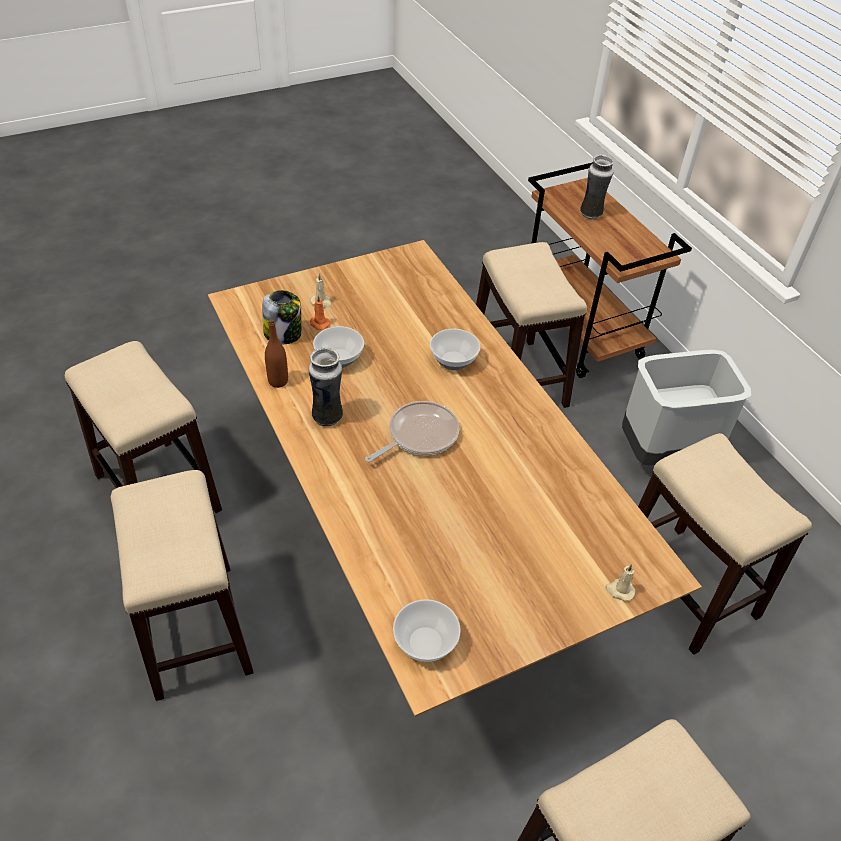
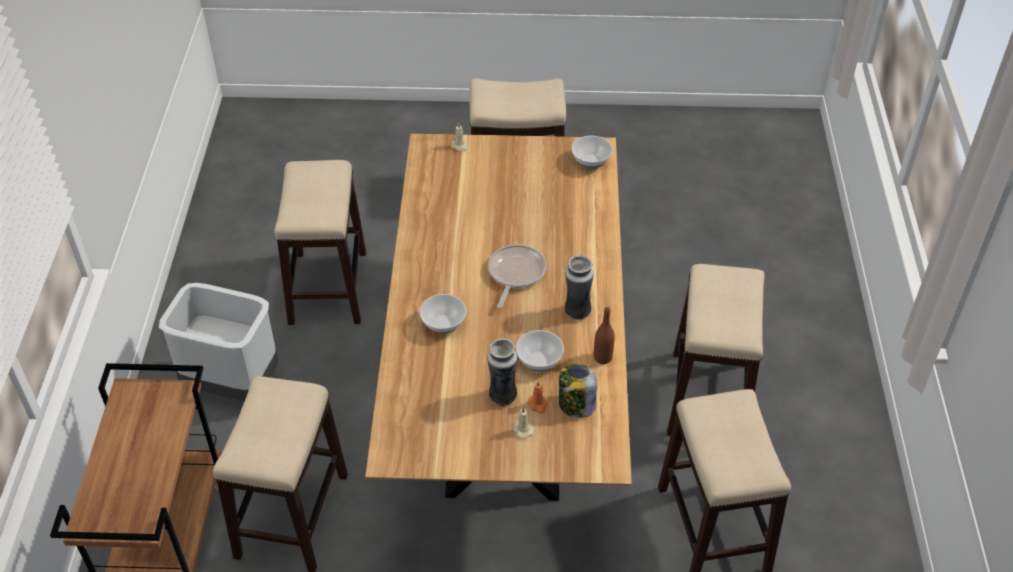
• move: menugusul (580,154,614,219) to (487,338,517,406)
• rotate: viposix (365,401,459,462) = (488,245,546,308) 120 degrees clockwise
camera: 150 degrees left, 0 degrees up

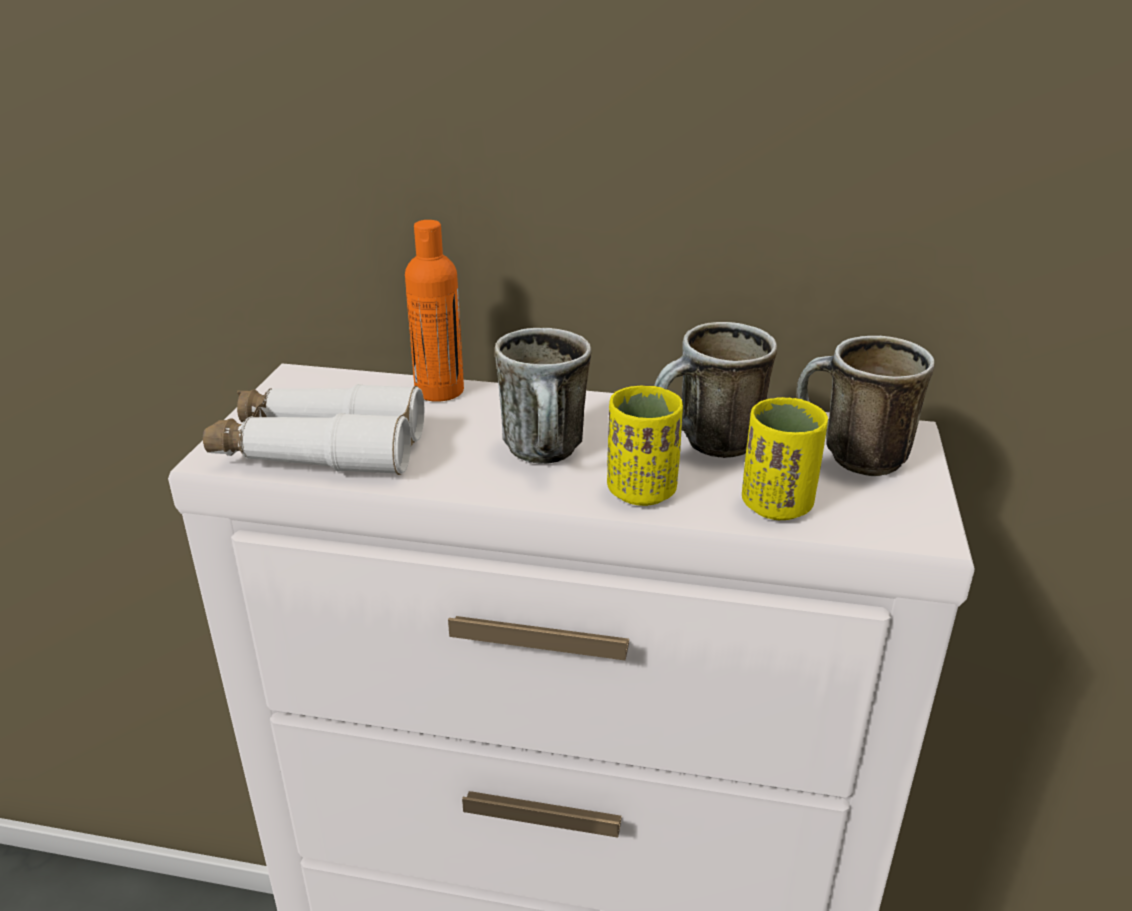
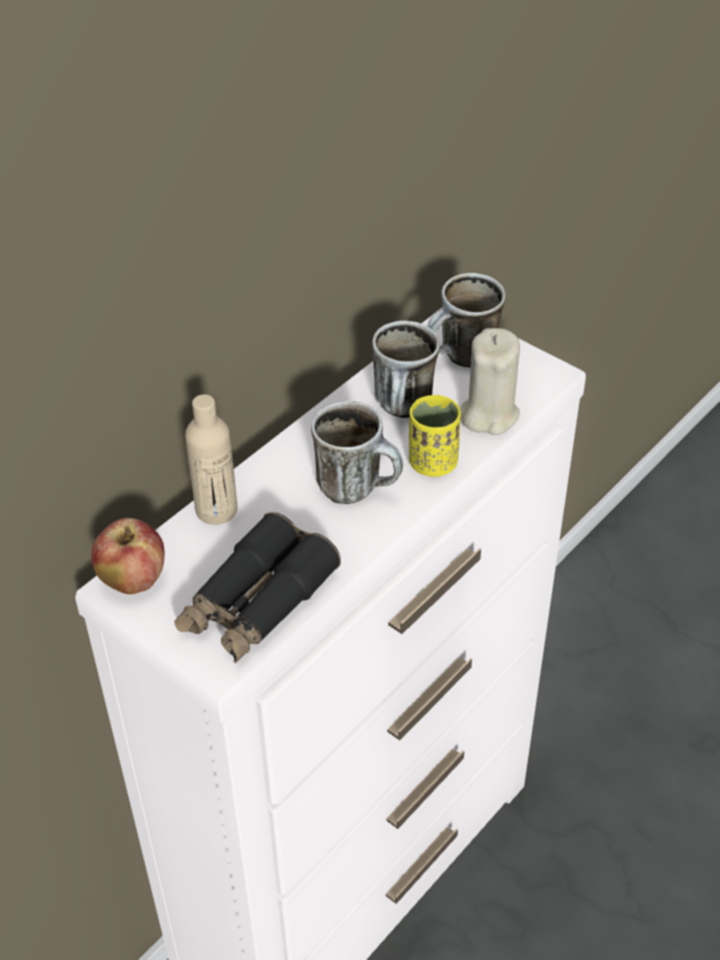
• recolor: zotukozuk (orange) (405,220,464,402) to zotukozuk (beige) (185,394,238,525)
• recolor: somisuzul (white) (203,384,424,475) to somisuzul (black) (174,512,341,663)
• replace: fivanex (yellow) (742,397,828,520) to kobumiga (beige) (460,328,520,435)
• insert: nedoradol (91,518,164,594)
camera: 60 degrees left, 15 degrees up

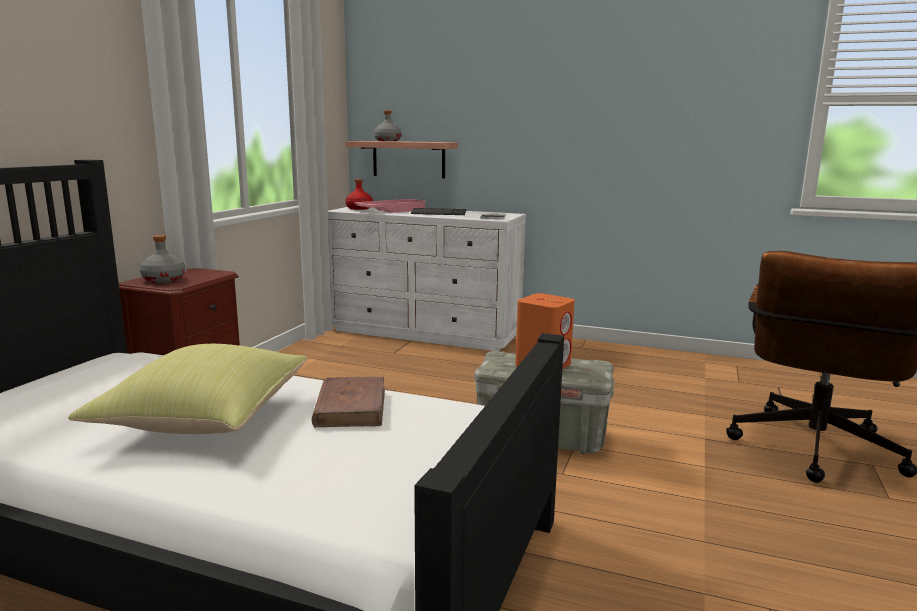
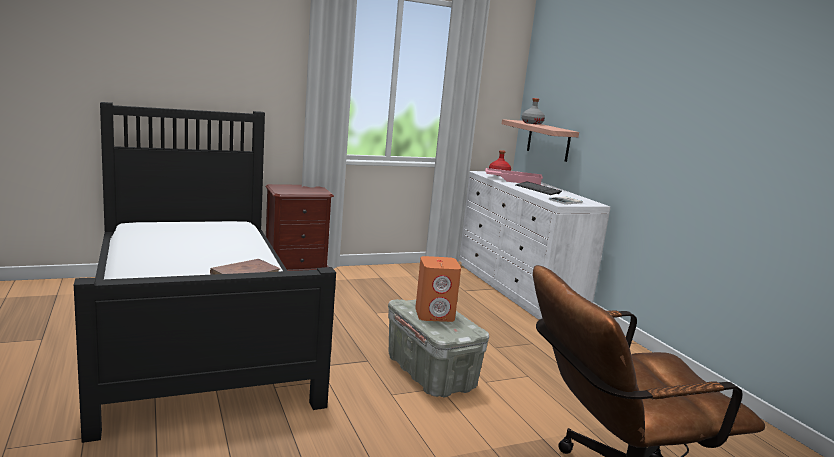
• delete: zotukozuk (grey) (140,235,186,283)
• delete: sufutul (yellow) (68,344,307,434)
camera: 45 degrees right, 0 degrees up

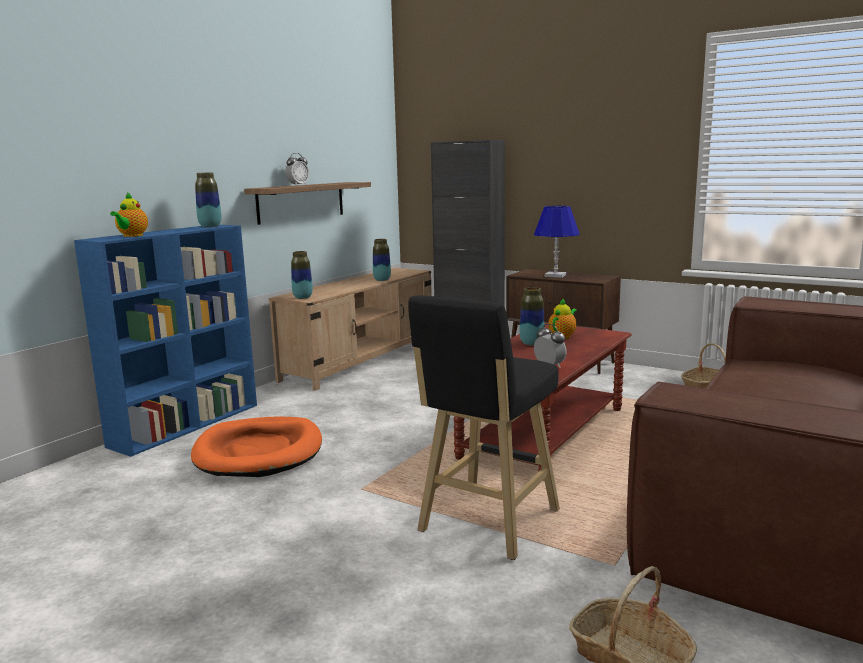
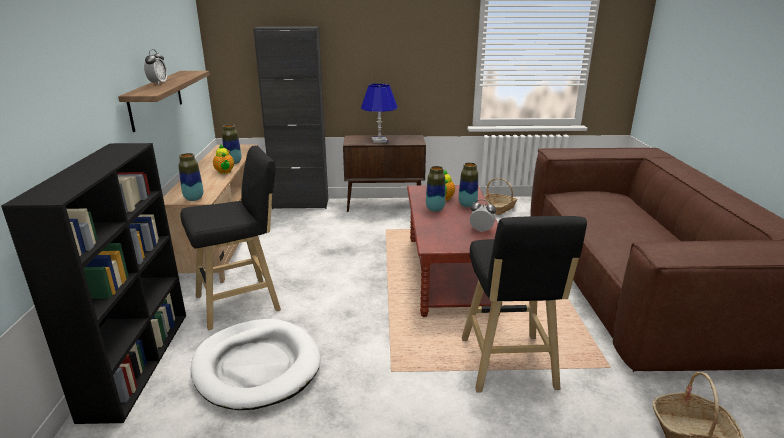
• move: menugusul (195,172,222,227) to (459,163,478,207)
• move: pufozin (110,192,148,237) to (213,144,234,174)
• recolor: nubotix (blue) (74,225,257,457) to nubotix (black) (1,143,186,424)
• recolor: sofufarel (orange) (191,416,322,477) to sofufarel (white) (191,319,321,410)
• insert: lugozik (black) (181,146,281,330)
camera: 35 degrees left, 10 degrees up

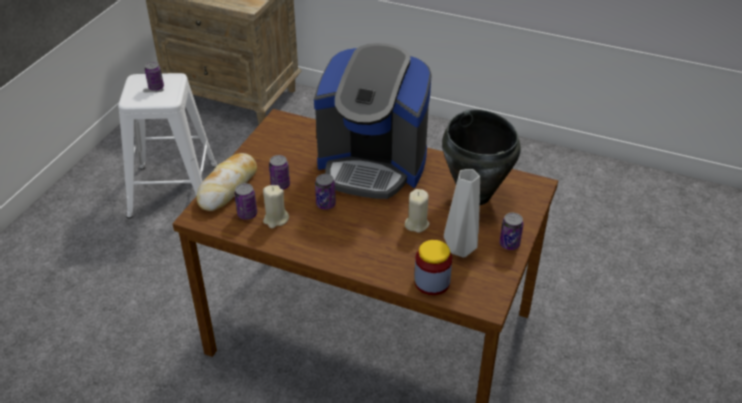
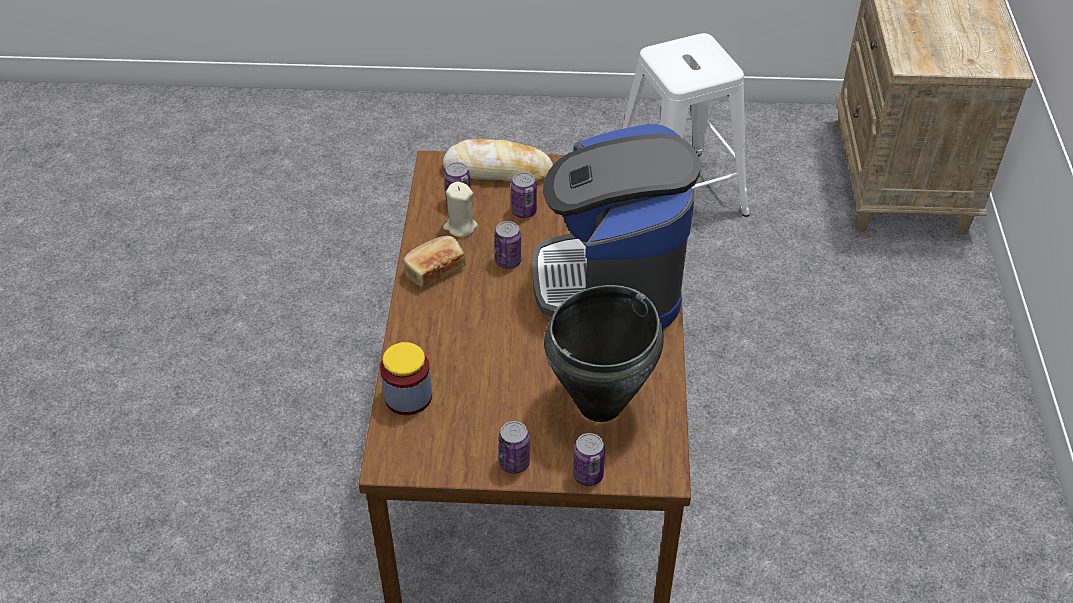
• move: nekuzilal (145,62,164,91) to (573,433,605,486)
• delete: menugusul (grey) (444,169,480,258)
• delete: kobumiga (beige) (405,189,429,233)
• insert: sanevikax (403,236,466,287)
camera: 70 degrees right, 5 degrees up

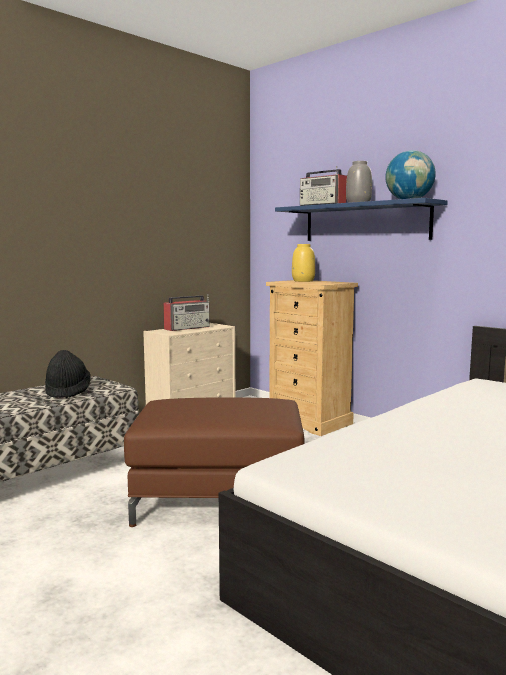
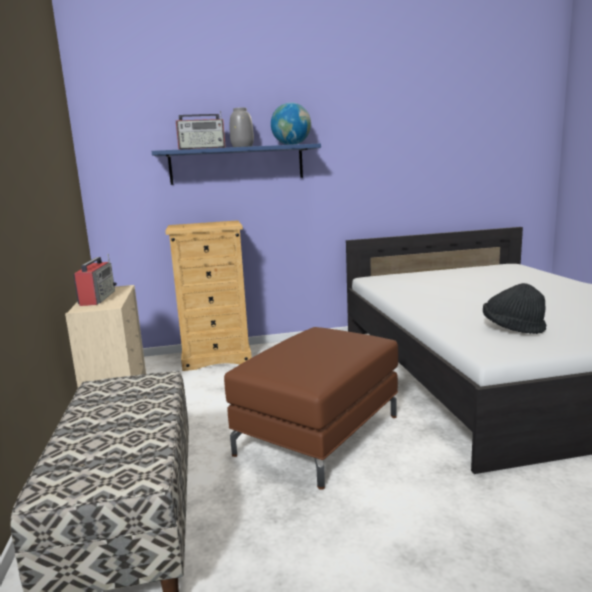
• delete: menugusul (yellow) (292,244,315,282)
• move: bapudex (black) (45,350,90,398) to (483,283,546,334)
camera: 55 degrees left, 5 degrees up

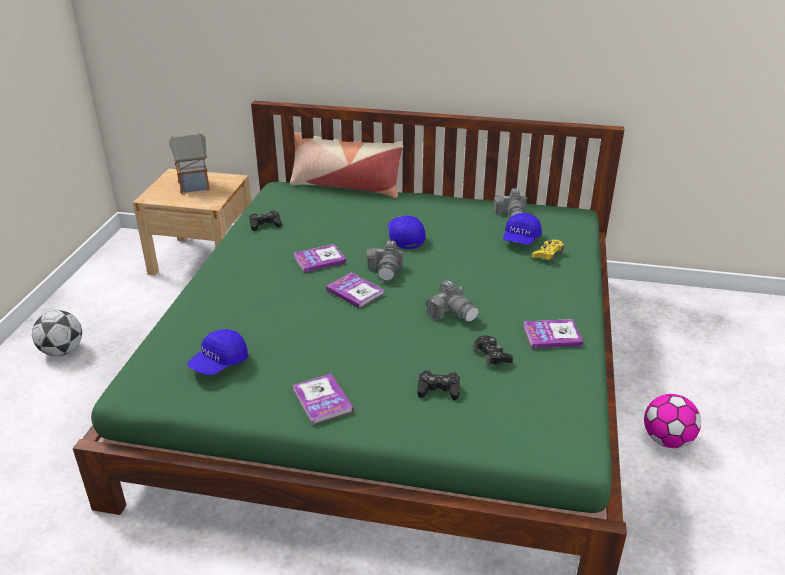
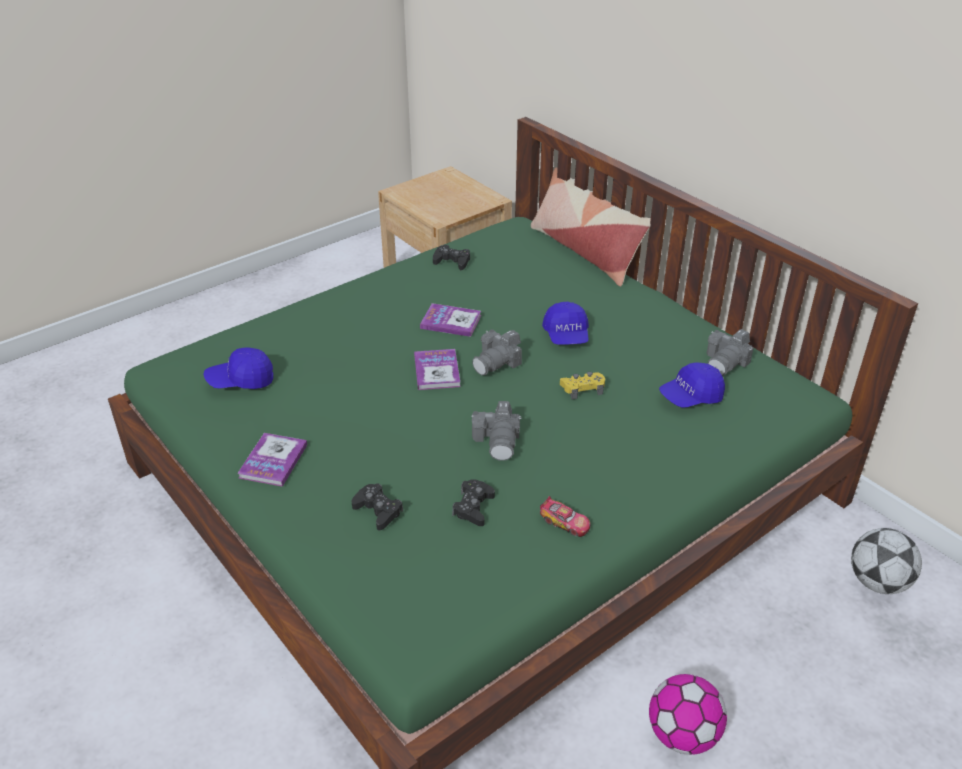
• delete: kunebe (169,132,209,194)
• rotate: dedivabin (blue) (388,215,426,249) = (542,302,589,345) 150 degrees clockwise
• move: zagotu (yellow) (532,239,564,263) to (560,372,605,400)
• move: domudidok (32,310,82,356) to (851,528,922,594)
• replace: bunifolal (523,319,584,349) to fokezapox (540,496,591,537)
camera: 40 degrees right, 5 degrees up

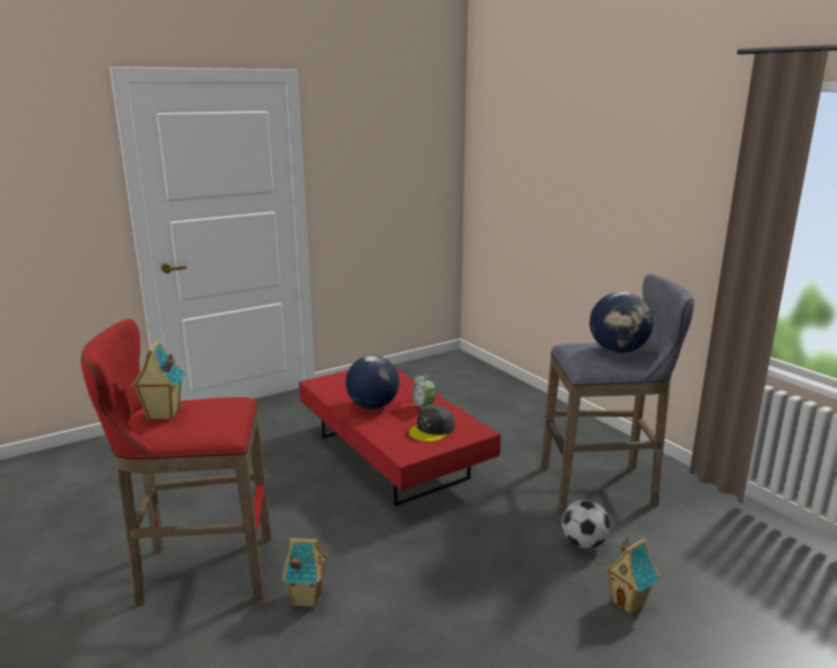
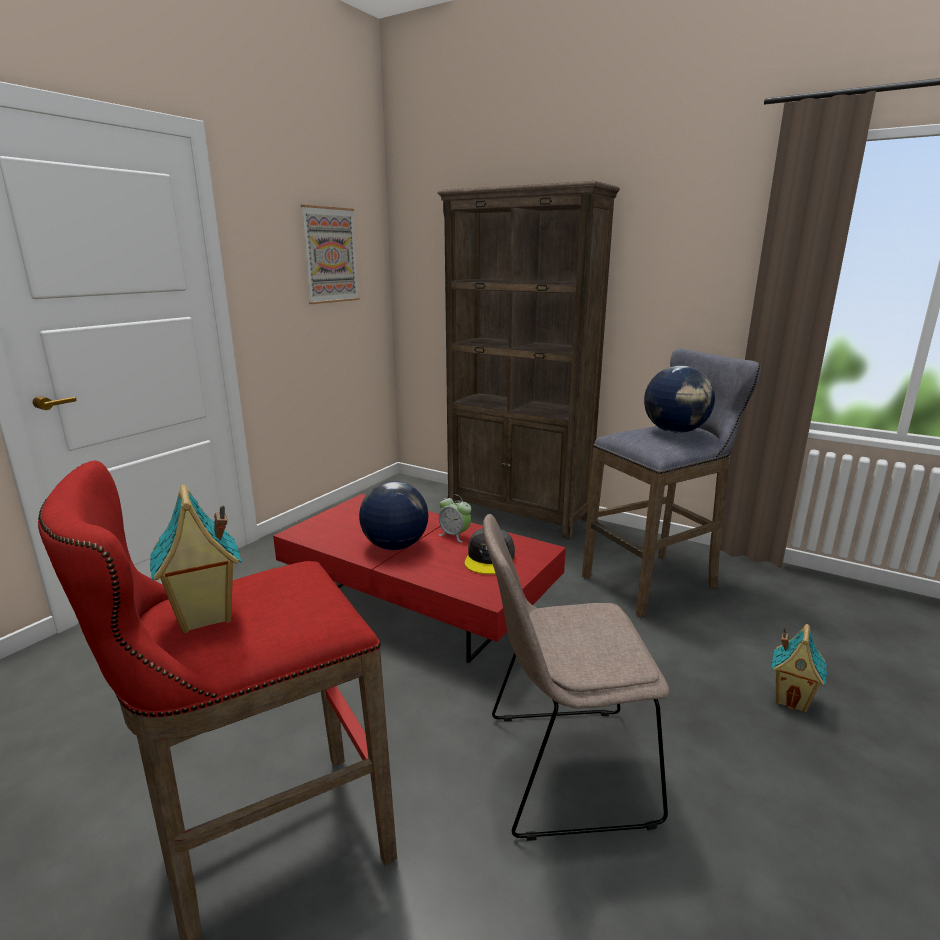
• delete: domudidok (562,500,610,549)
• delete: kunebe (282,538,327,608)
• insert: nubotix (brown) (437,181,620,539)
• insert: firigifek (301,205,359,304)
• insert: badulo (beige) (483,514,669,841)
camera: 25 degrees left, 0 degrees up

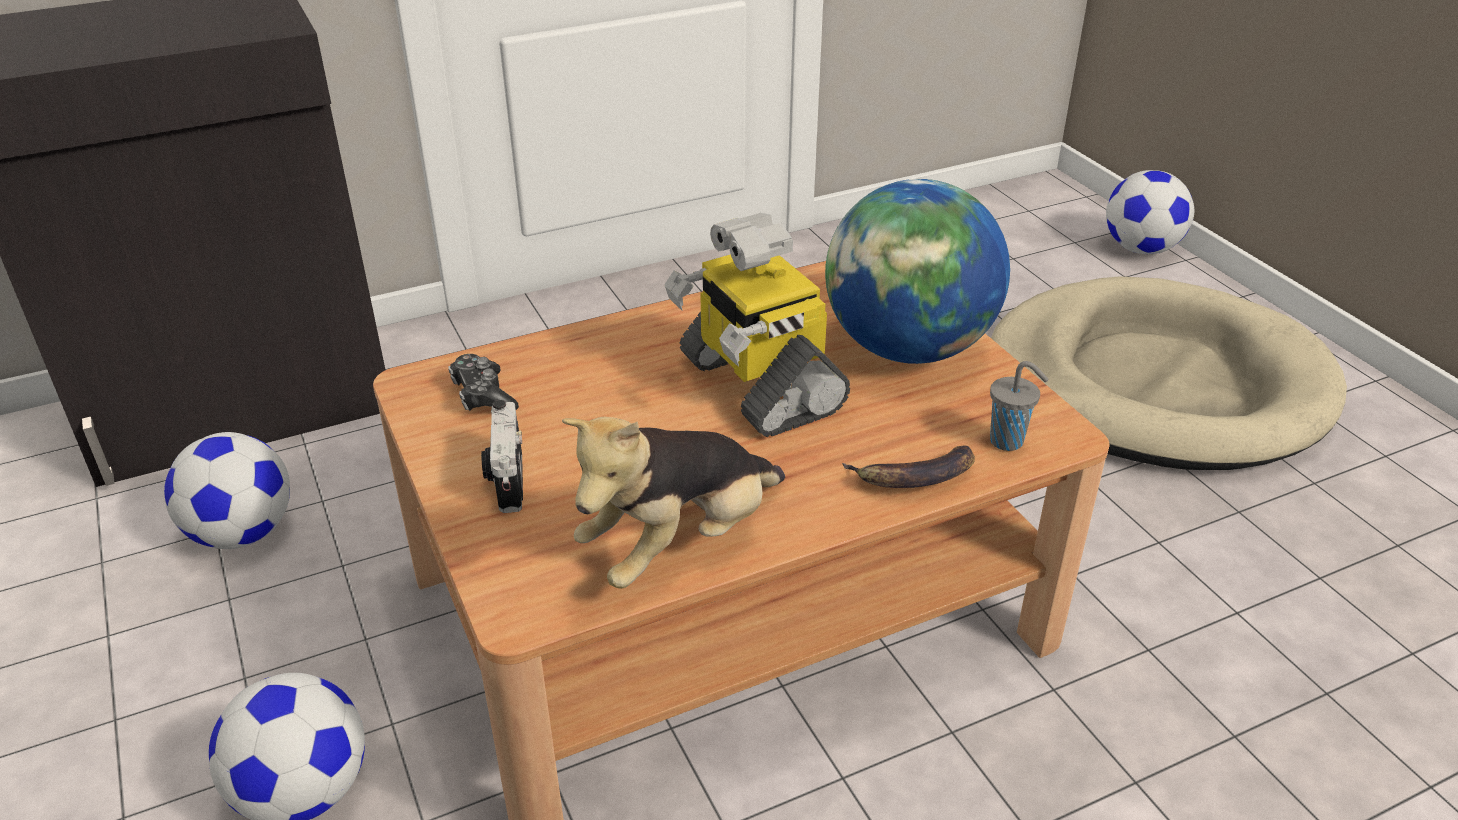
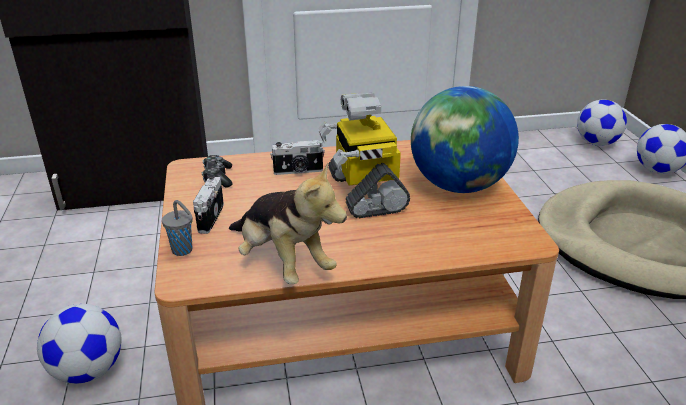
• move: fivanex (grey) (990,361,1049,451) to (162,200,193,256)
• rotate: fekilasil (562,417,785,589) = (229,162,347,284) 105 degrees counterclockwise
• move: domudidok (164,432,290,549) to (577,99,627,146)
• delete: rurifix (842,445,975,488)
• insert: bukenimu (270,140,325,175)
camera: 15 degrees right, 5 degrees down

